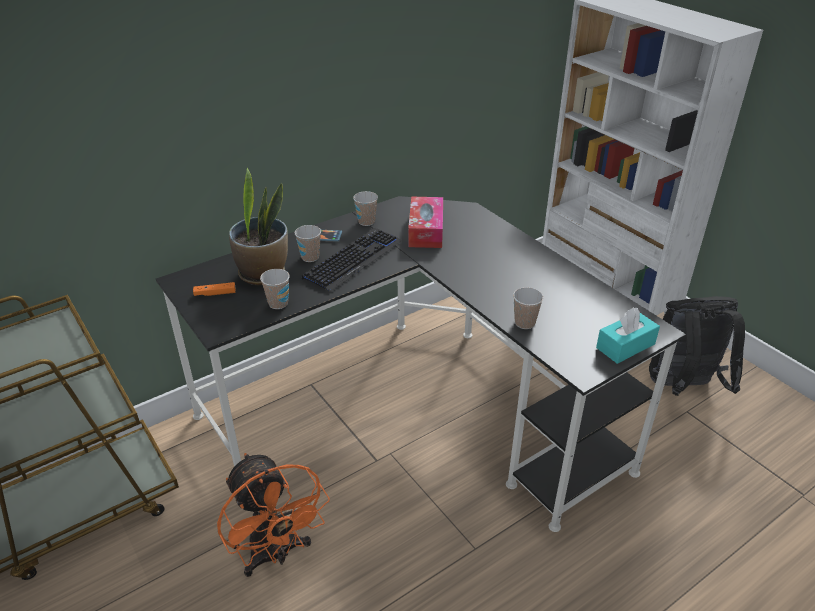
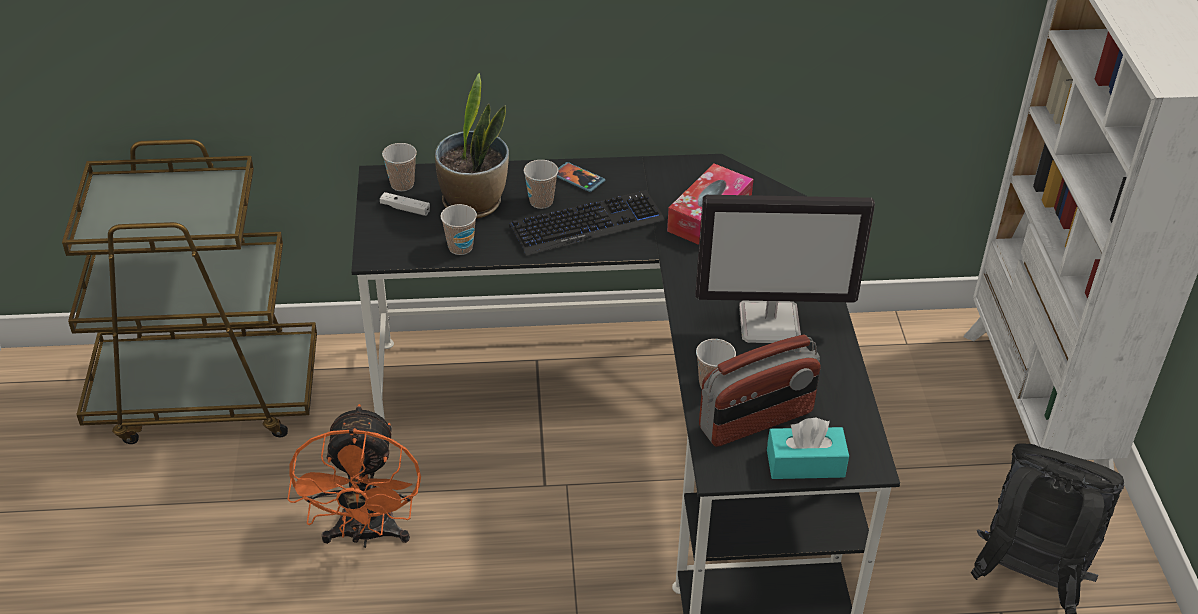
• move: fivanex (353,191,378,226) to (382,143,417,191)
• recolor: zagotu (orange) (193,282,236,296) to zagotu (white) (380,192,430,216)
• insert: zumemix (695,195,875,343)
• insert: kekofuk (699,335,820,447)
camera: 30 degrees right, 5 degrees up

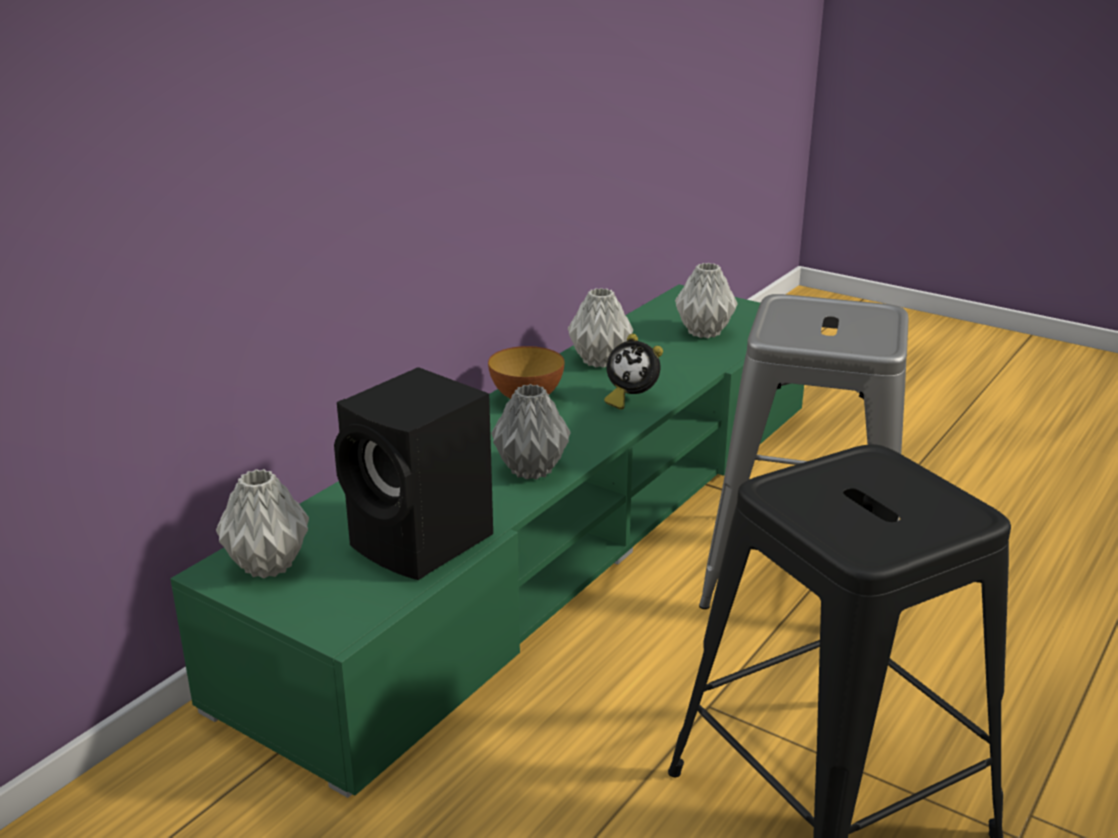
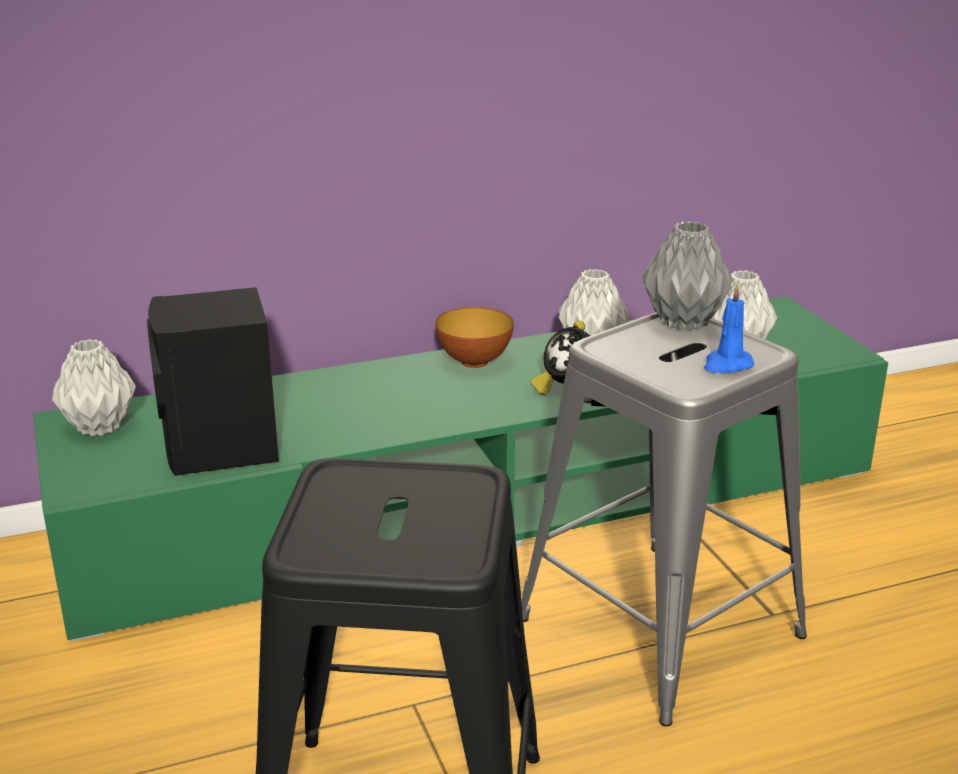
• move: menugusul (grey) (491,384,570,480) to (642,221,733,331)
• insert: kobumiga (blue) (704,284,754,373)
camera: 35 degrees right, 0 degrees up

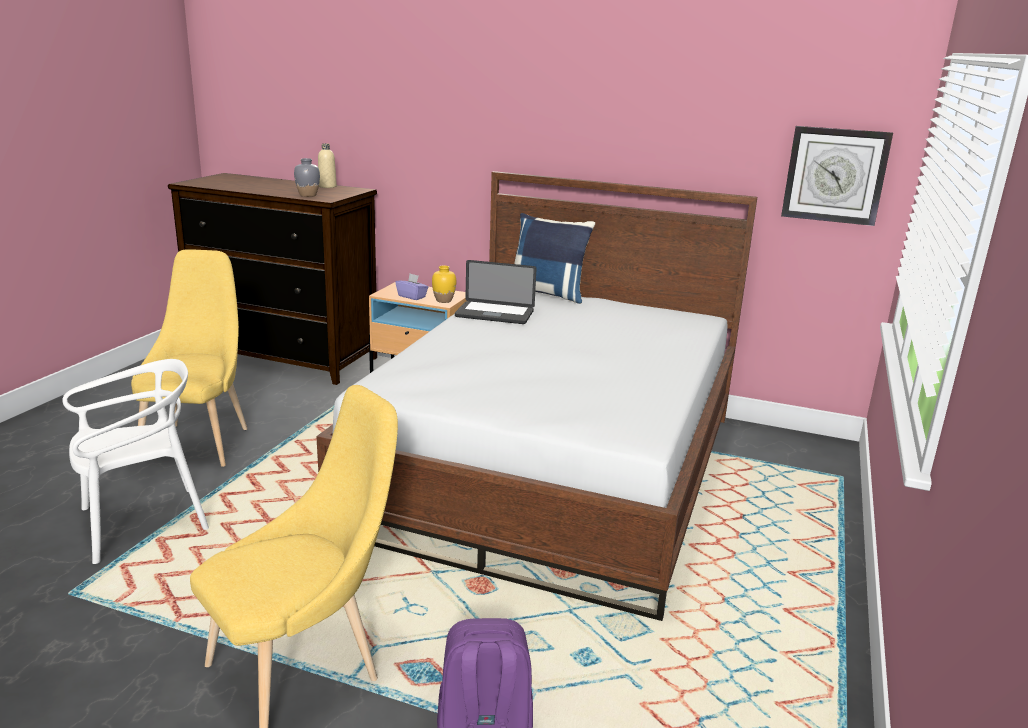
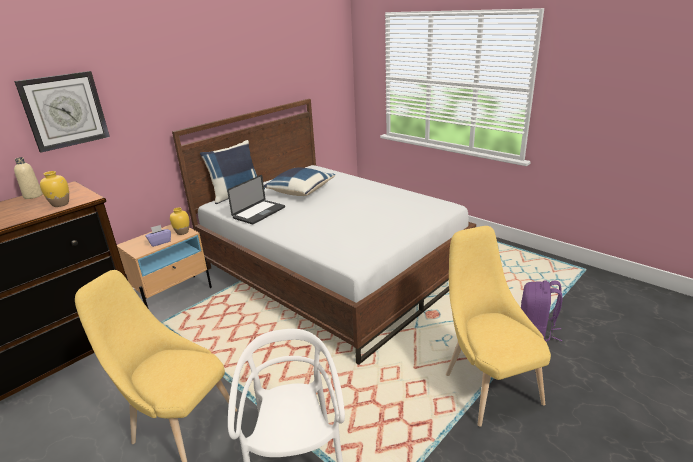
• move: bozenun (781,126,893,226) to (14,71,110,153)
• recolor: menugusul (grey) (294,158,320,197) to menugusul (yellow) (40,171,69,207)
• insert: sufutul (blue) (264,167,335,196)
camera: 65 degrees left, 5 degrees up

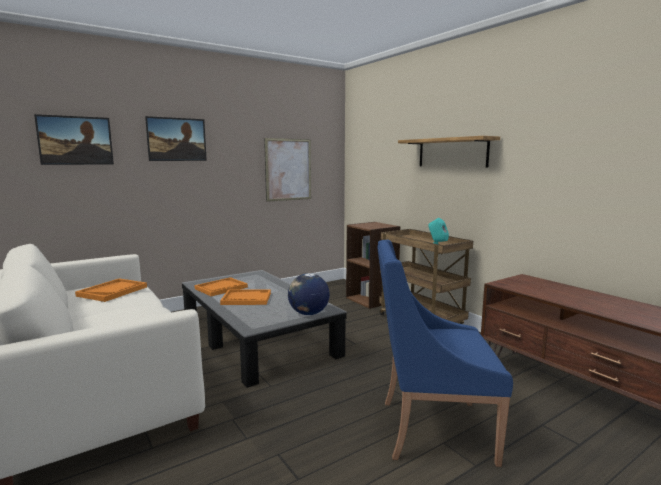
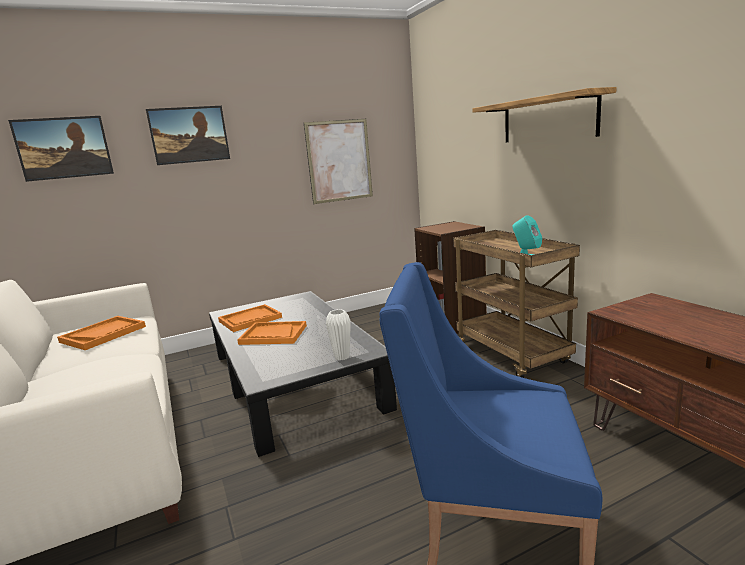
• replace: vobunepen (288,273,330,315) to menugusul (white) (326,309,351,361)
camera: 10 degrees right, 5 degrees up

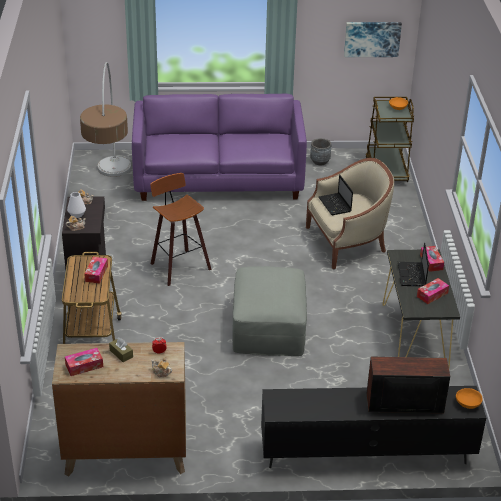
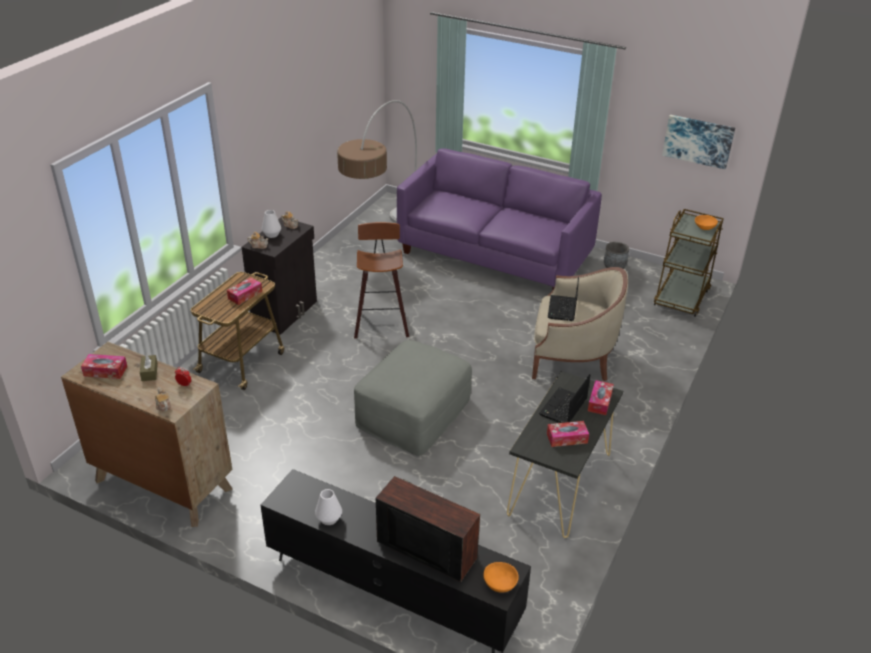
• insert: menugusul (white) (315,489,342,525)
camera: 30 degrees right, 0 degrees up

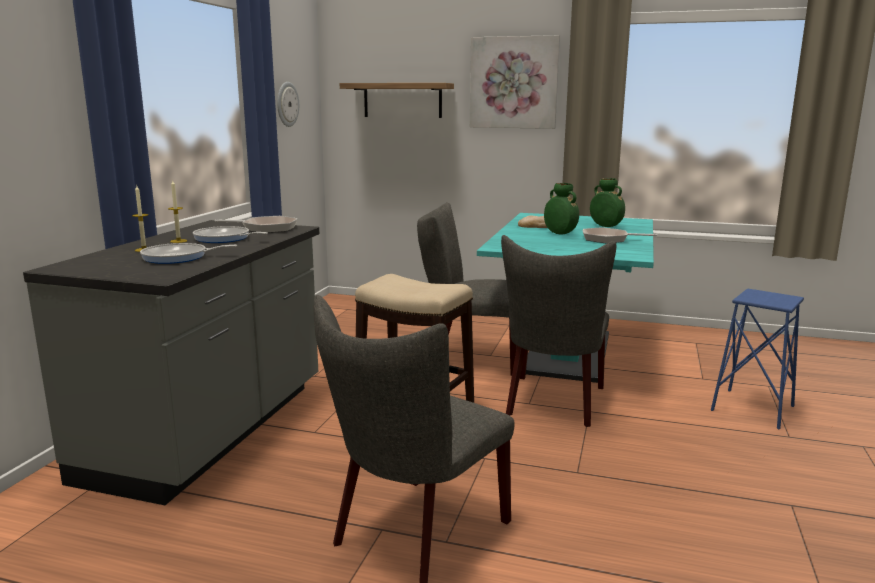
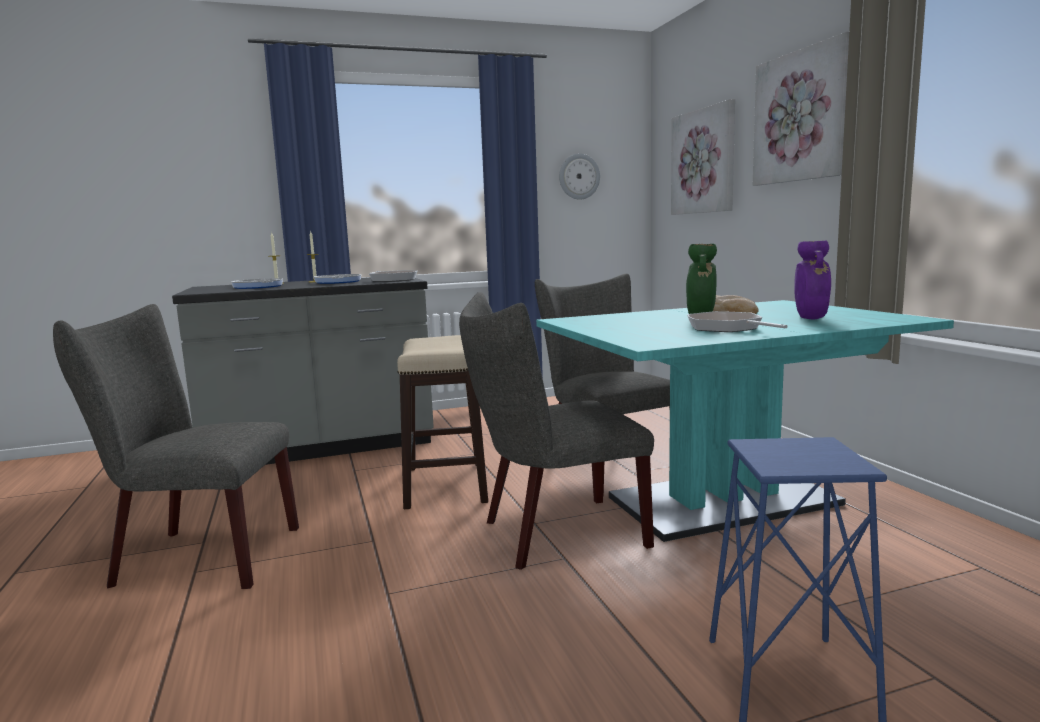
• replace: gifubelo (340,83,454,118) to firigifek (671,99,735,215)
• recolor: menugusul (green) (590,178,625,227) to menugusul (purple) (794,240,831,319)
camera: 55 degrees right, 5 degrees down

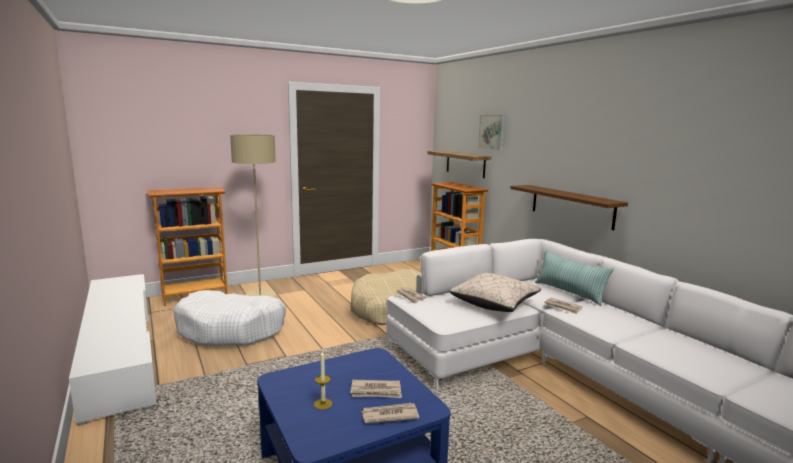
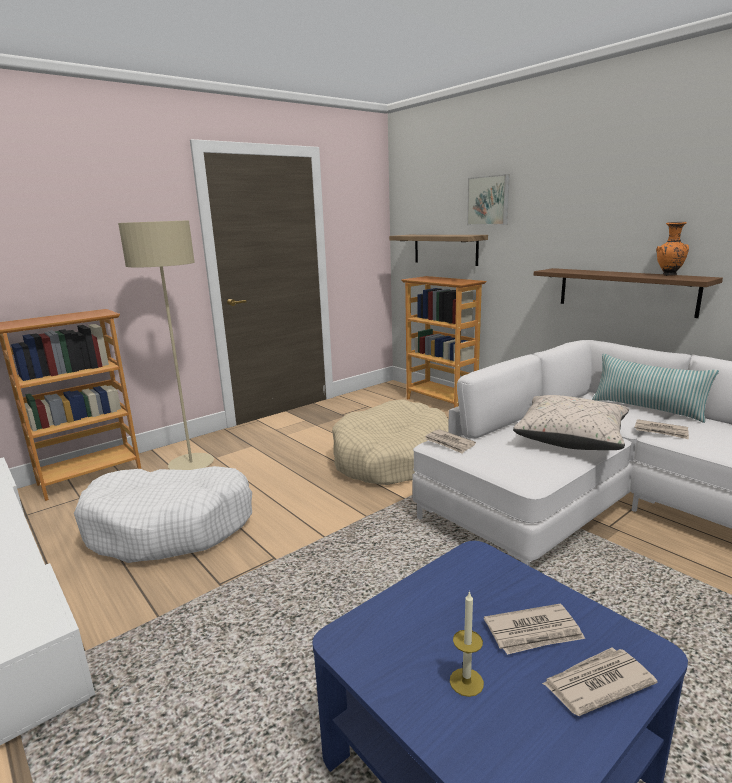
• insert: menugusul (orange) (656,222,689,276)
camera: 10 degrees left, 5 degrees up

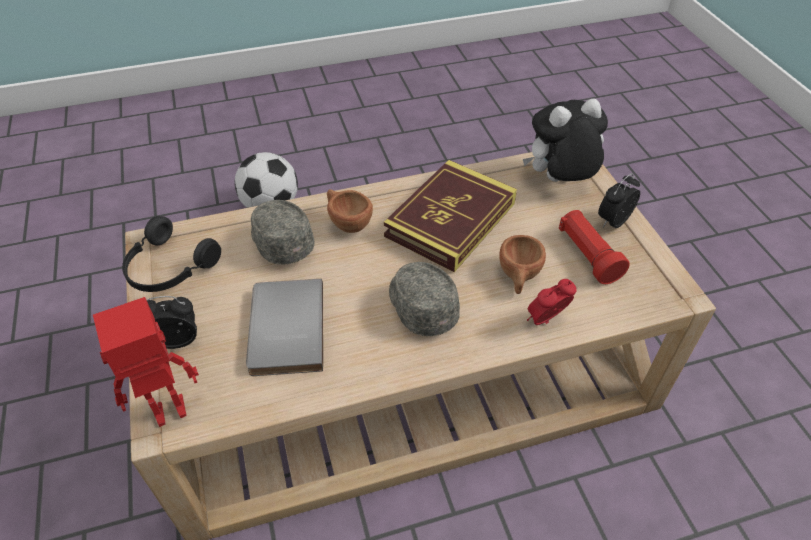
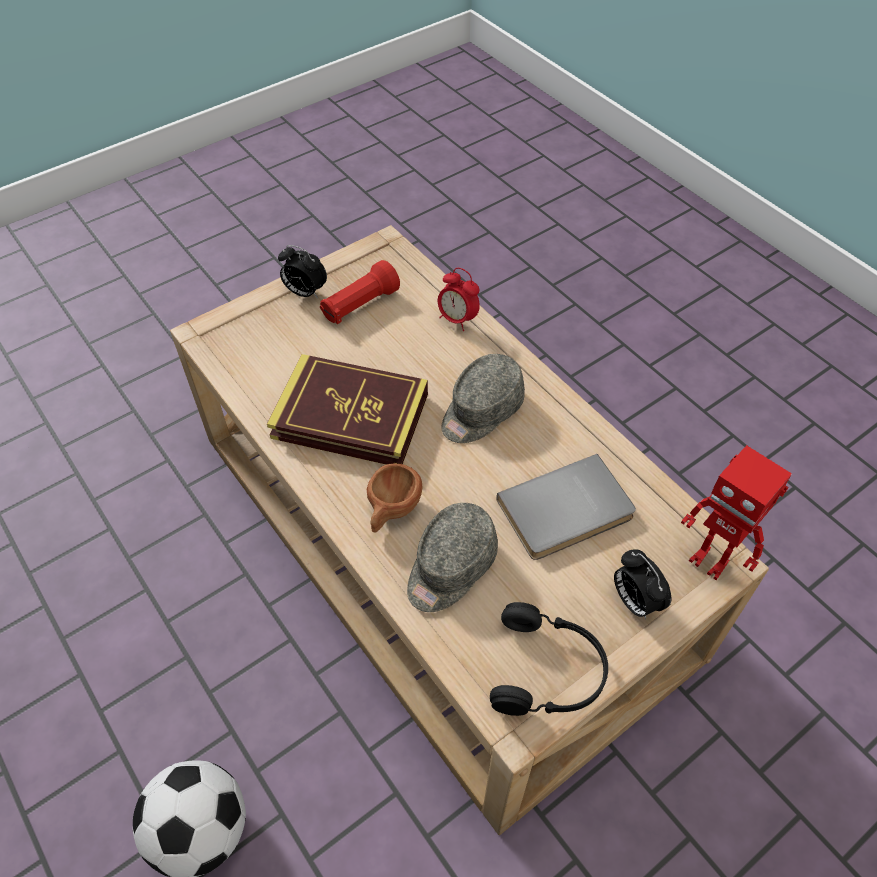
• delete: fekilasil (523,98,608,182)
• delete: fivanex (brown) (499,235,546,294)
camera: 110 degrees left, 5 degrees up

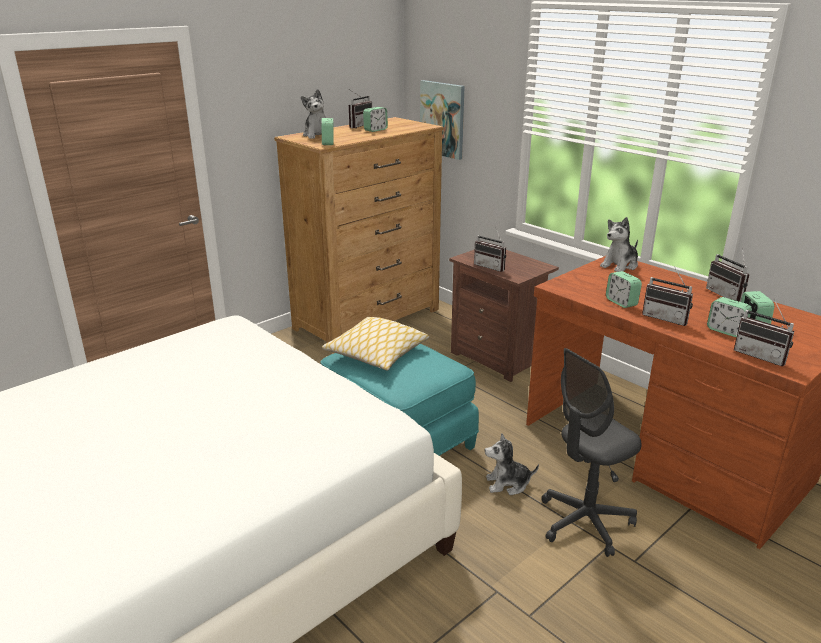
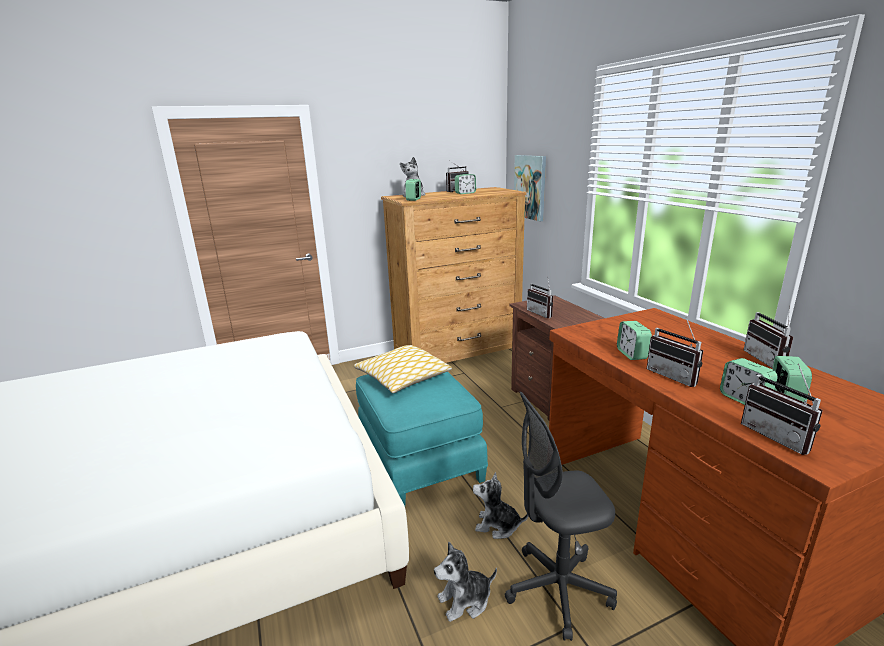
• move: fekilasil (600,217,638,272) to (434,542,497,622)
camera: 20 degrees right, 5 degrees down

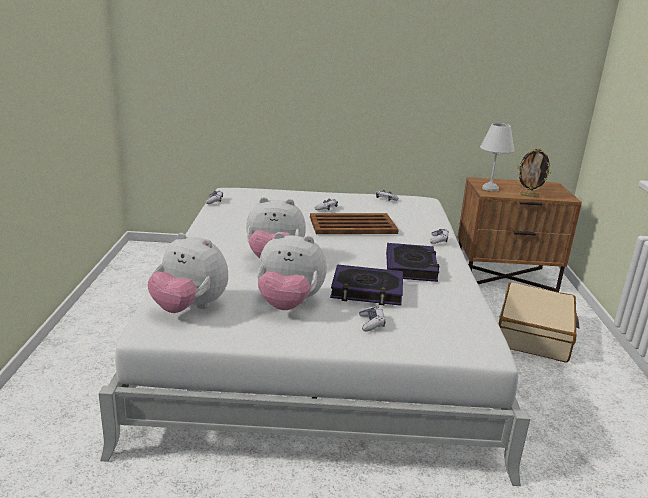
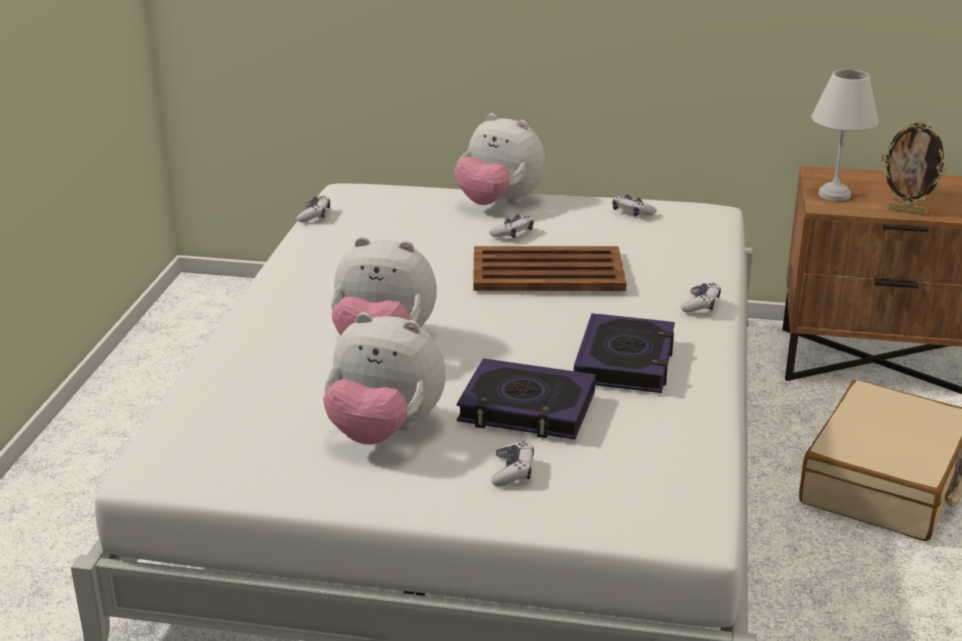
• move: fekilasil (148,233,228,313) to (455,113,545,205)
camera: 10 degrees right, 5 degrees up

